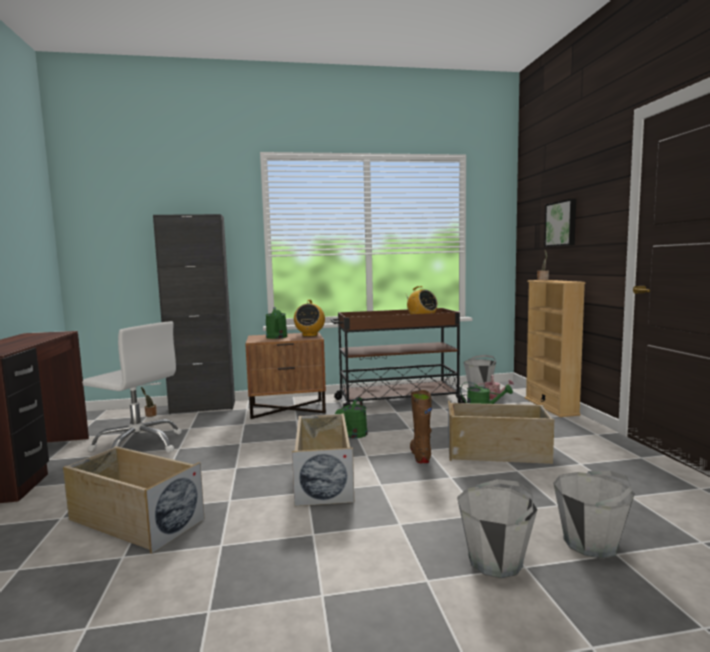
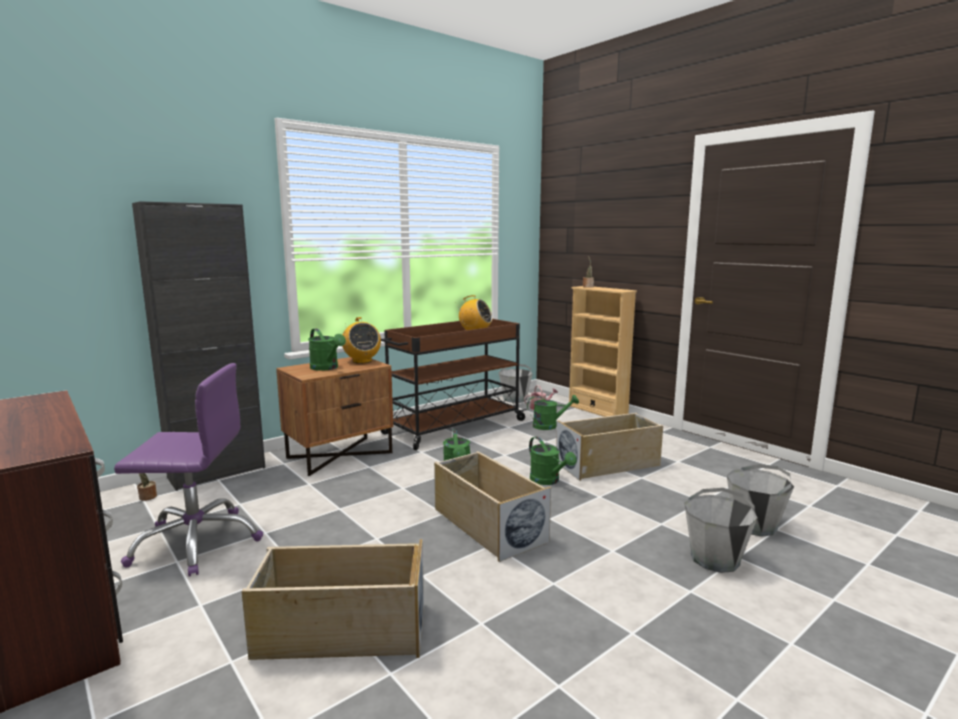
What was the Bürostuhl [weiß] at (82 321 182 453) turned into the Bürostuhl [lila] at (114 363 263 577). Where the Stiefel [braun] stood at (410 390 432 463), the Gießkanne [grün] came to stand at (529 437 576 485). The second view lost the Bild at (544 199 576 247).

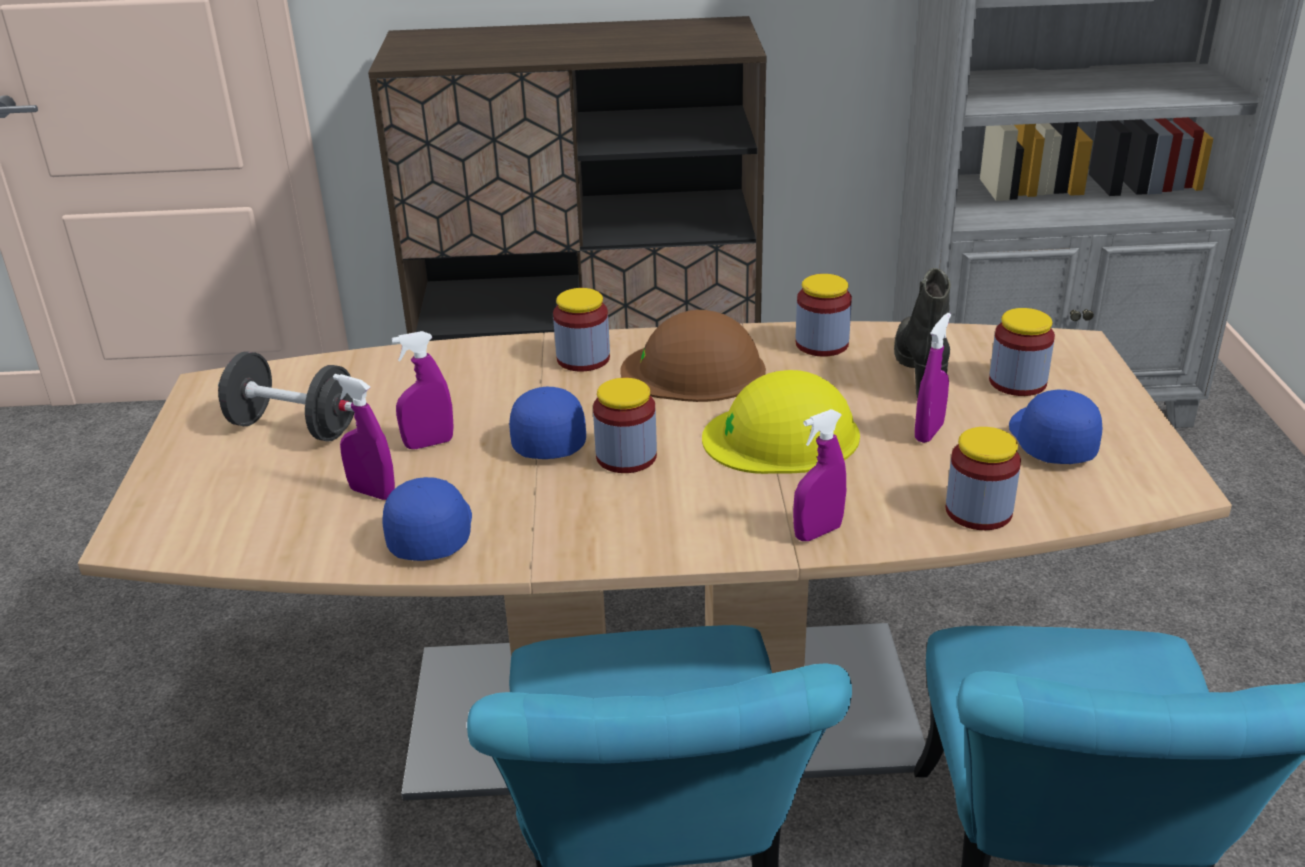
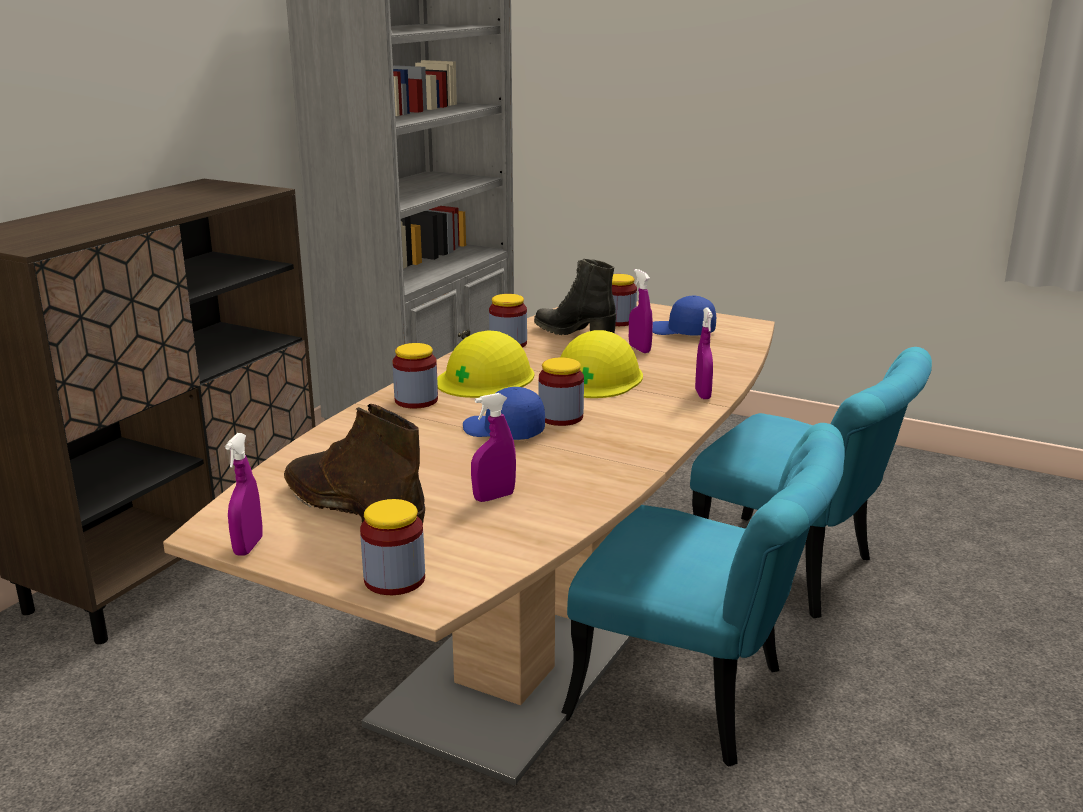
Where the Hantel [schwarz] stood at (218 352 355 442), the Stiefel [braun] came to stand at (284 404 425 523). The second view lost the Kappe [blau] at (382 477 472 561). The Sprühflasche [lila] ended up elsewhere, having gone from (392 331 453 449) to (225 433 262 556). What was the Schutzhelm [braun] at (620 310 766 402) turned into the Schutzhelm [gelb] at (437 330 534 398). The Vorratsglas ended up elsewhere, having gone from (946 427 1021 530) to (360 499 425 595).

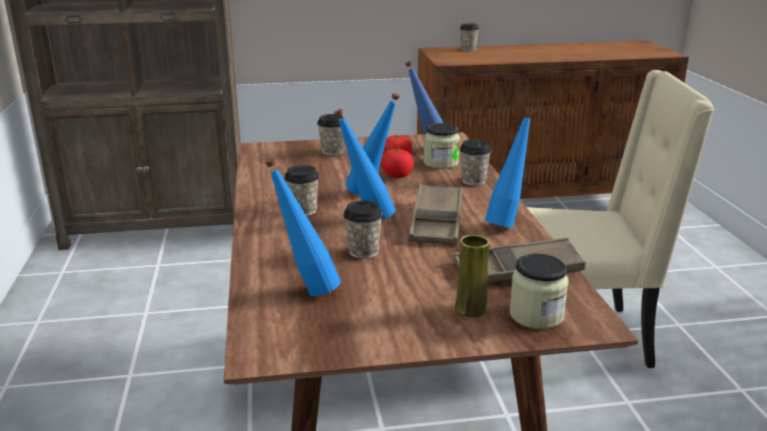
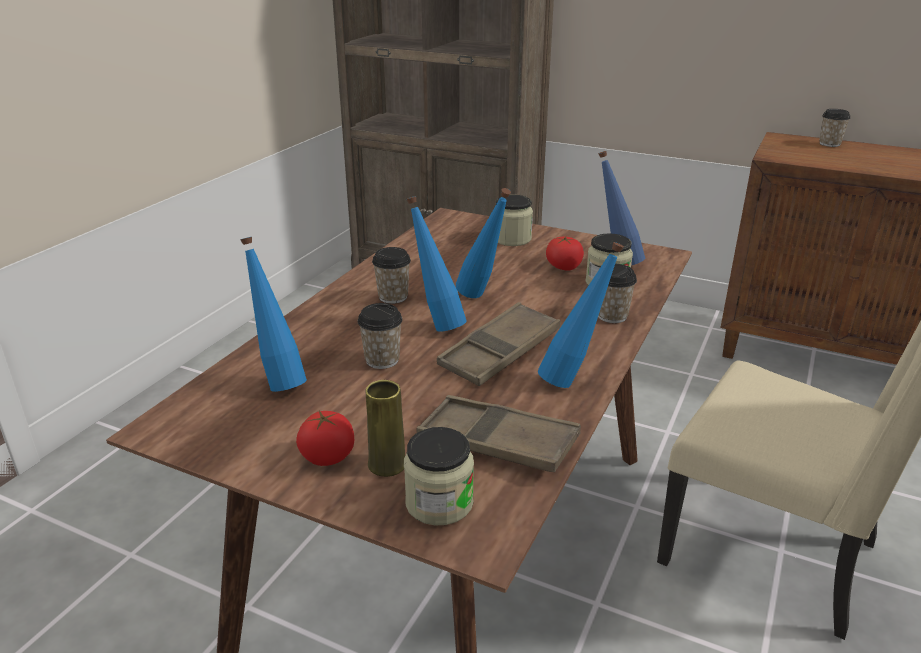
Where the Tasse stood at (317 114 344 155), the Vorratsglas came to stand at (496 195 533 246). The Tomate ended up elsewhere, having gone from (381 148 414 178) to (296 411 354 466).

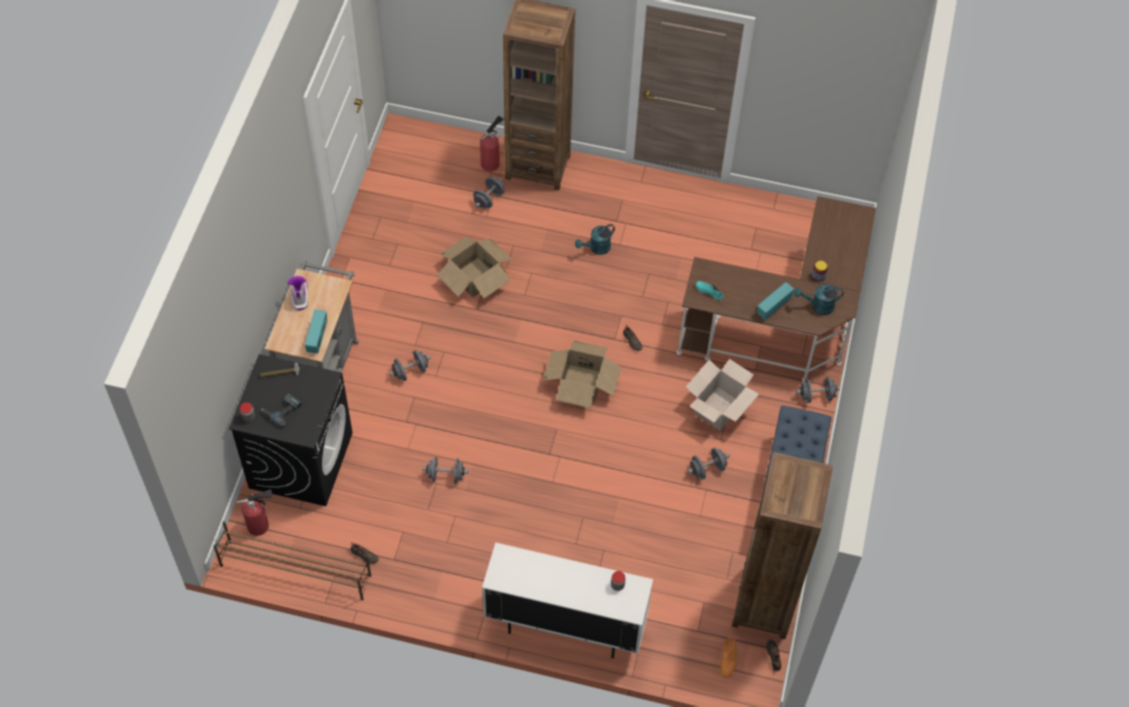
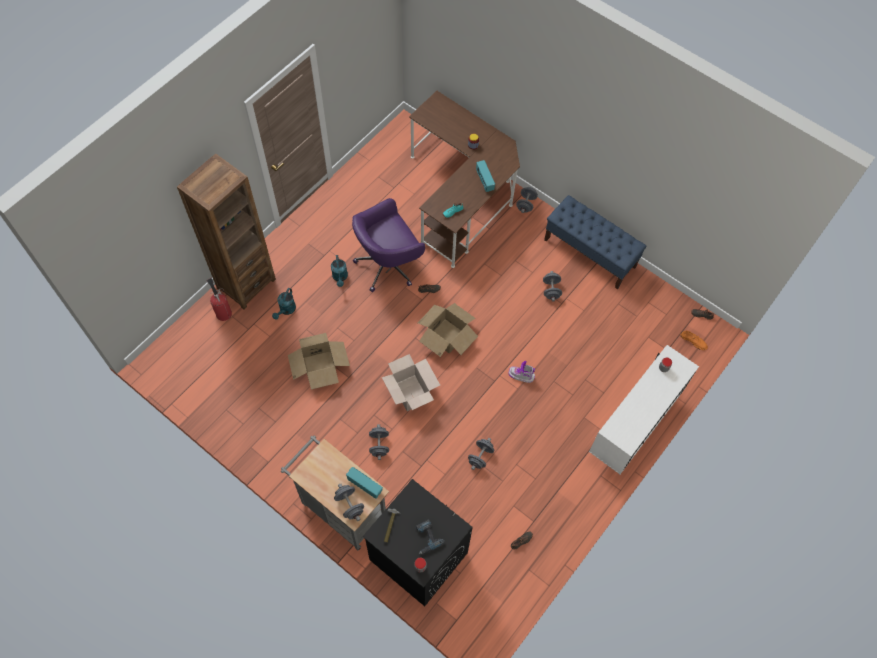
The second view lost the Schuhregal [braun] at (213 521 372 600). The second view lost the Feuerlöscher at (237 490 272 536). The Stiefel ended up elsewhere, having gone from (287 276 308 310) to (509 361 535 383). The Hantel [grau] ended up elsewhere, having gone from (473 177 504 209) to (334 484 364 521). The Karton ended up elsewhere, having gone from (686 359 759 431) to (382 354 440 411). The second view lost the Bücherregal [braun] at (732 452 833 639). The Gießkanne [türkis] ended up elsewhere, having gone from (794 284 844 315) to (272 288 296 319). The second view gained the Bürostuhl [lila] at (352 198 425 292).

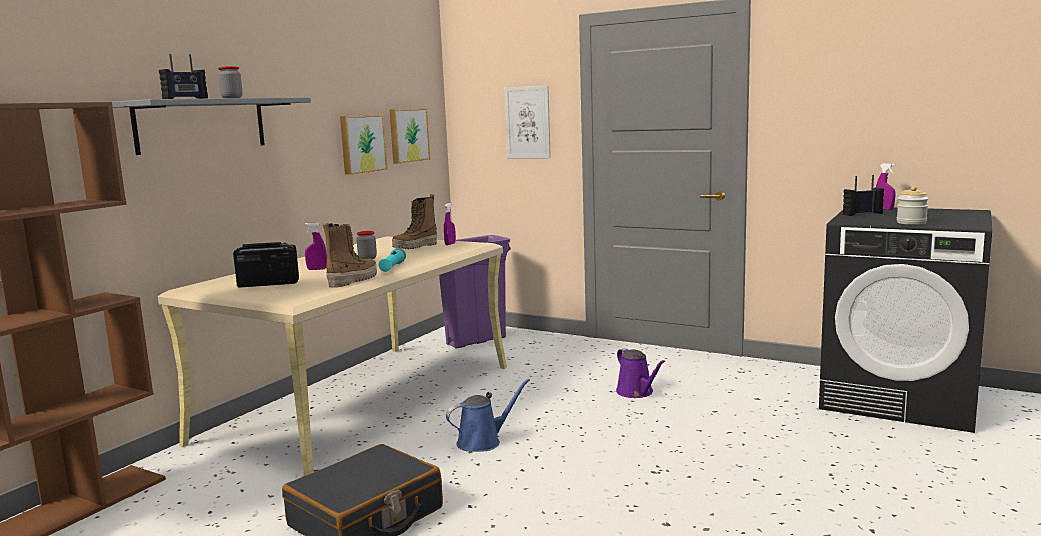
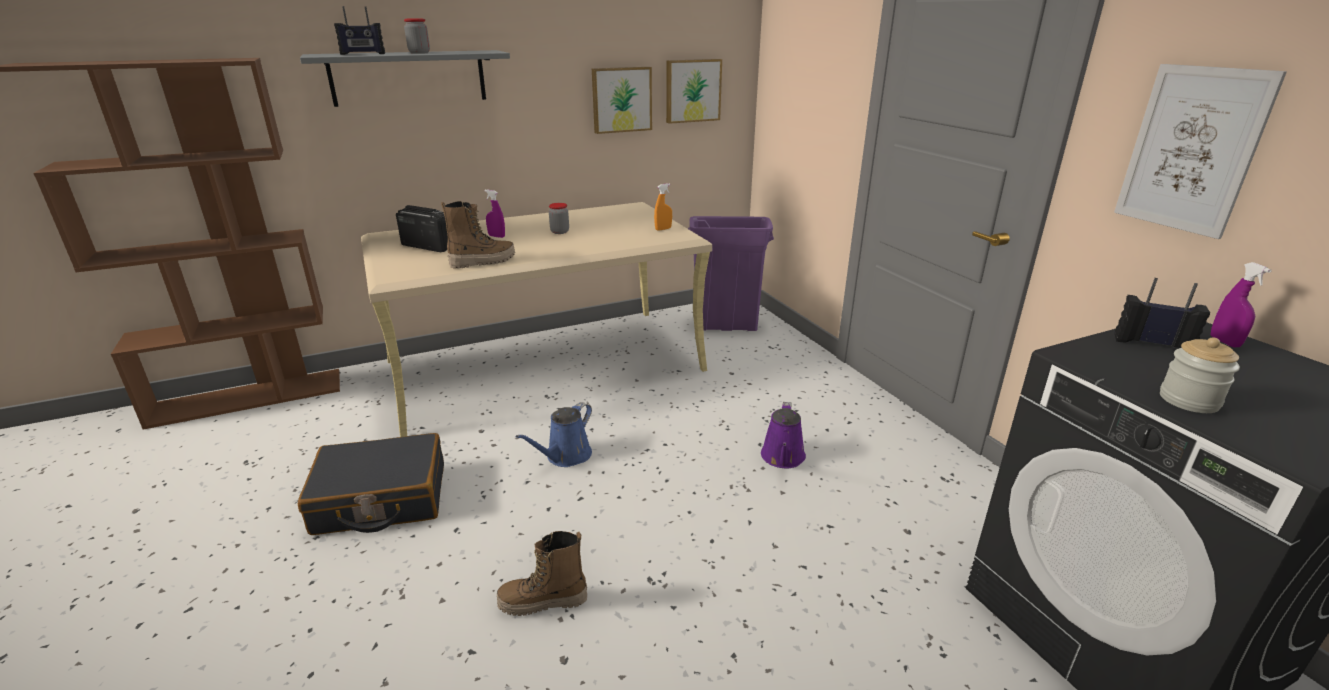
The second view lost the Taschenlampe [türkis] at (379 248 406 272). The Stiefel ended up elsewhere, having gone from (392 194 437 249) to (497 531 587 616). What was the Sprühflasche [lila] at (444 203 456 245) turned into the Sprühflasche [orange] at (654 183 672 231). The Gießkanne [blau] at (446 379 530 452) ended up facing another way, 120 degrees clockwise from before. The Bild ended up elsewhere, having gone from (505 86 551 158) to (1114 64 1287 239).

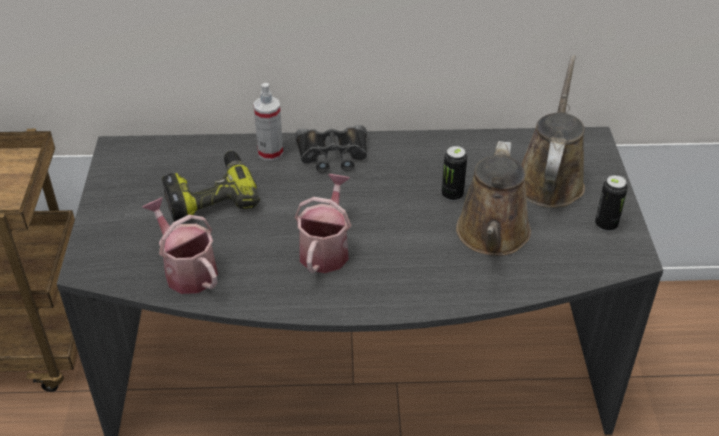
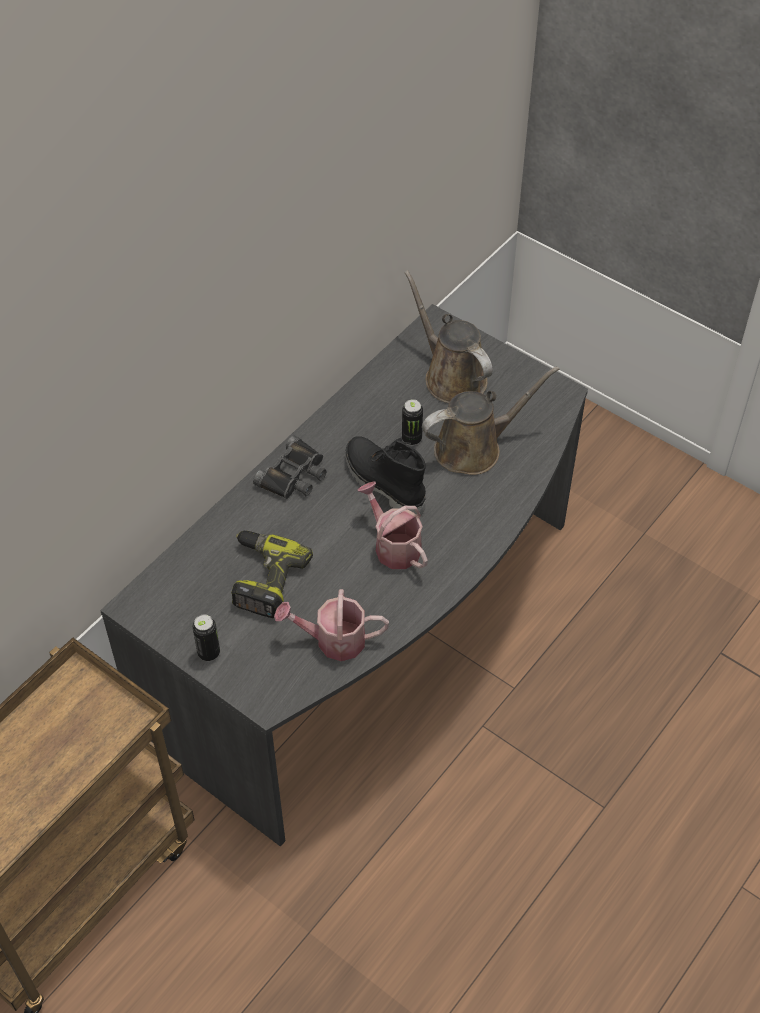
The second view lost the Sprühflasche at (253 83 283 161). The Gießkanne [braun] at (456 141 531 256) ended up facing another way, 75 degrees counterclockwise from before. The Dose ended up elsewhere, having gone from (595 175 628 232) to (192 615 220 661). The second view gained the Stiefel [schwarz] at (345 436 426 515).

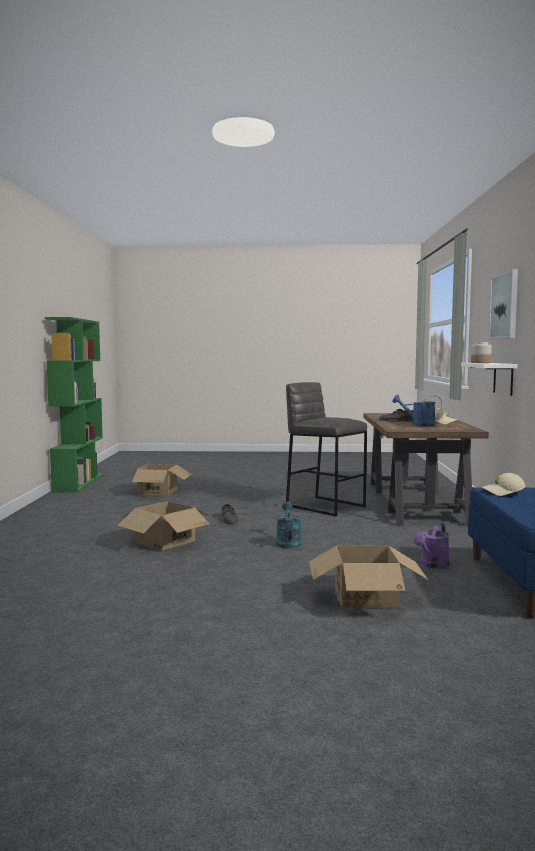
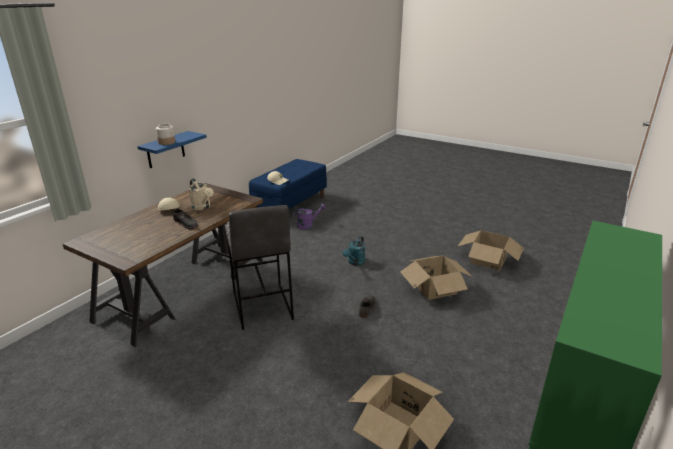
The Karton ended up elsewhere, having gone from (309 546 428 608) to (457 230 524 270). What was the Gießkanne [blau] at (393 395 442 426) turned into the Gießkanne [beige] at (188 178 214 210). What was the Wandregal [weiß] at (461 363 518 396) turned into the Wandregal [blau] at (137 131 207 168). The second view lost the Bild at (489 269 518 340).

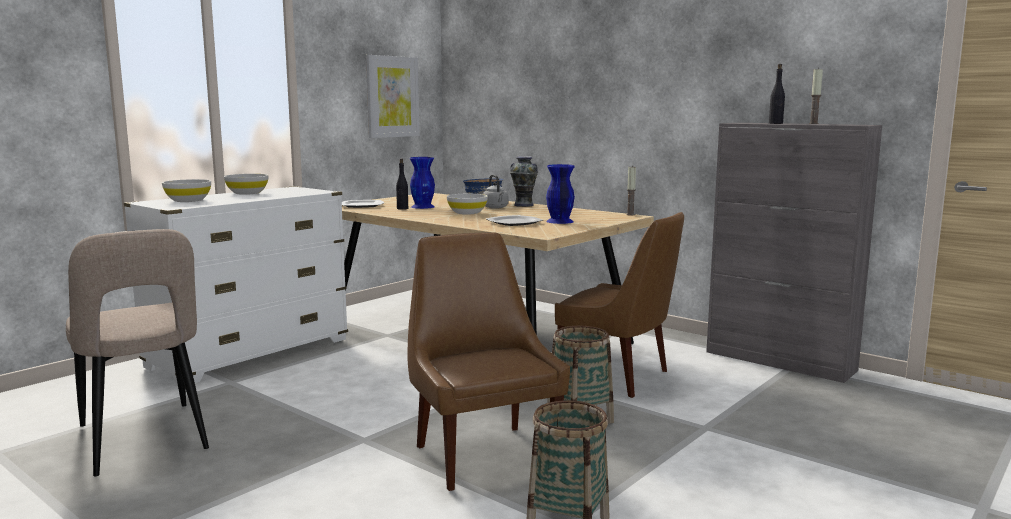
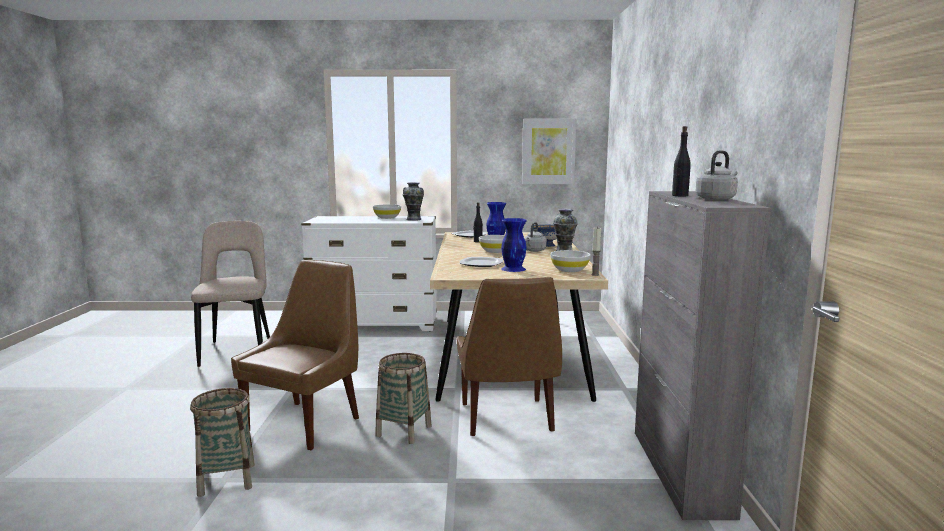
The Stuhl [beige] at (66 229 209 476) ended up facing another way, 150 degrees clockwise from before. The Schüssel [weiß] ended up elsewhere, having gone from (162 179 211 202) to (550 250 591 272). Where the Kerze stood at (809 68 823 124), the Wasserkessel [grau] came to stand at (695 150 738 200). The second view gained the Vase at (403 182 424 221).

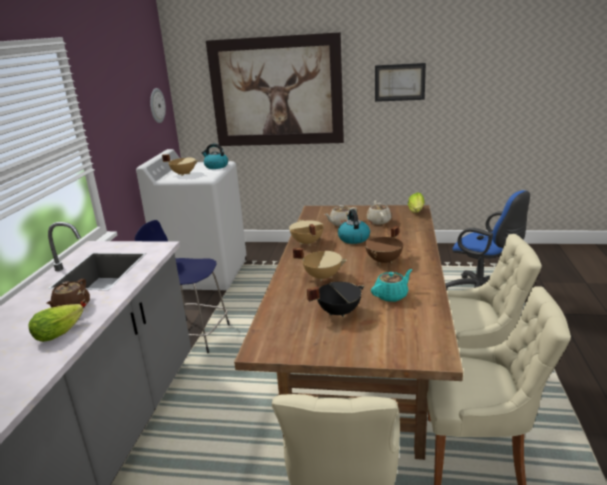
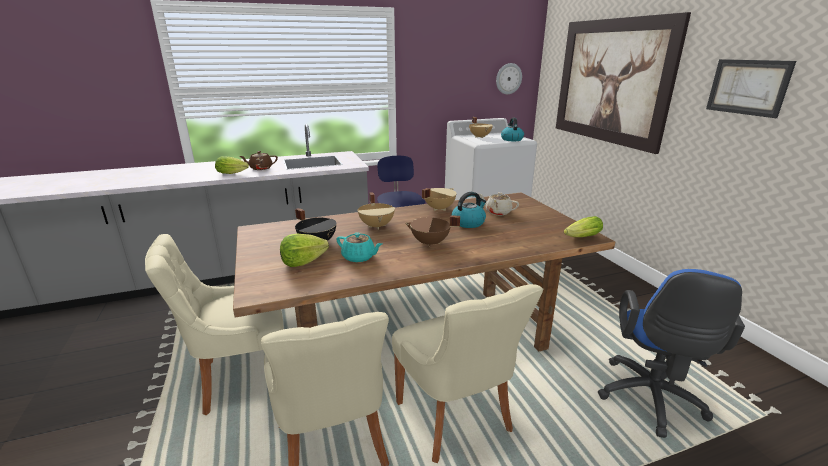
The second view lost the Teekanne [beige] at (367 201 391 225). The second view gained the Salatkopf at (280 234 329 267).

